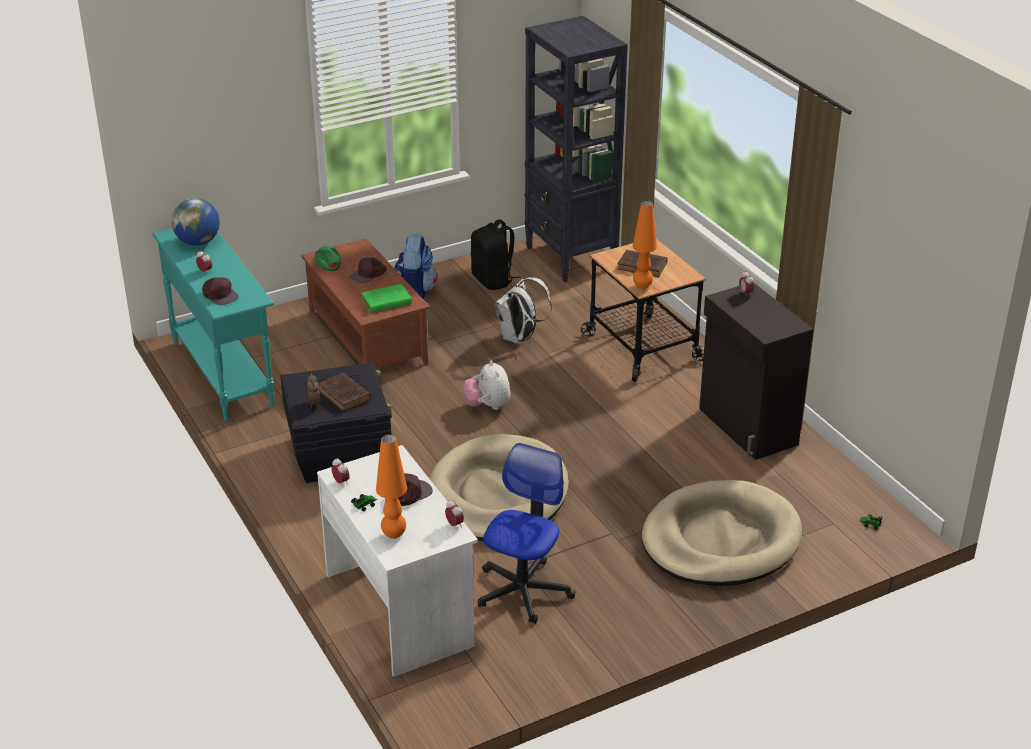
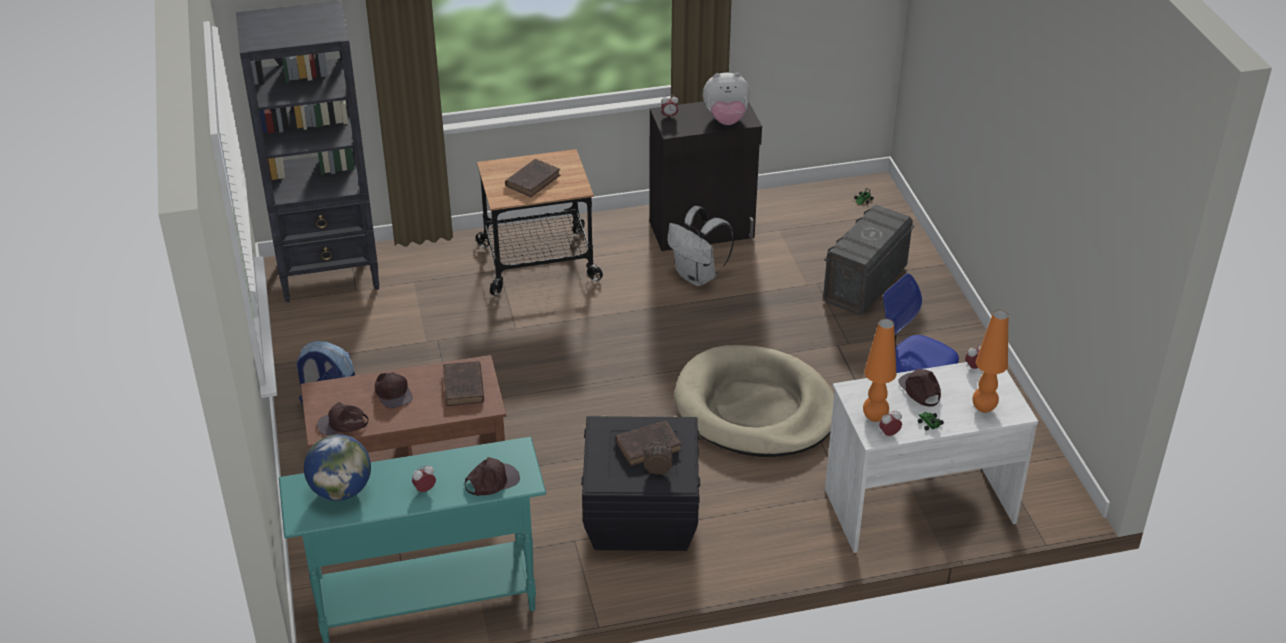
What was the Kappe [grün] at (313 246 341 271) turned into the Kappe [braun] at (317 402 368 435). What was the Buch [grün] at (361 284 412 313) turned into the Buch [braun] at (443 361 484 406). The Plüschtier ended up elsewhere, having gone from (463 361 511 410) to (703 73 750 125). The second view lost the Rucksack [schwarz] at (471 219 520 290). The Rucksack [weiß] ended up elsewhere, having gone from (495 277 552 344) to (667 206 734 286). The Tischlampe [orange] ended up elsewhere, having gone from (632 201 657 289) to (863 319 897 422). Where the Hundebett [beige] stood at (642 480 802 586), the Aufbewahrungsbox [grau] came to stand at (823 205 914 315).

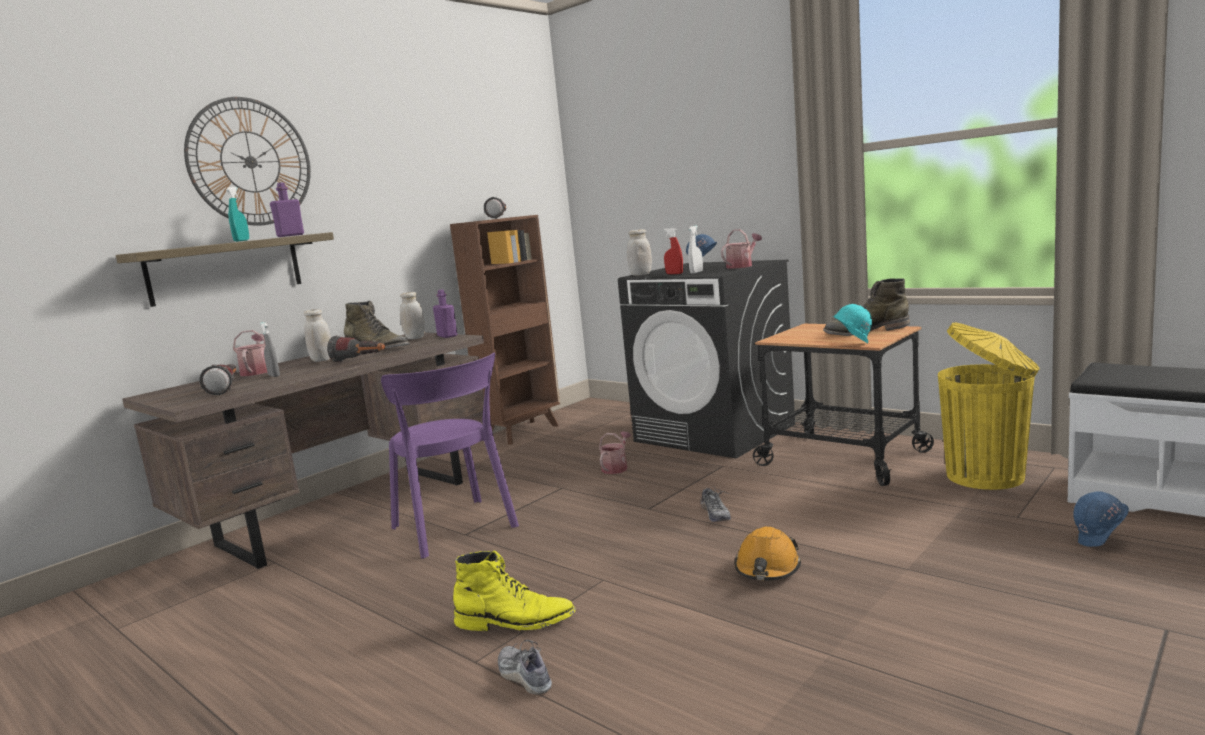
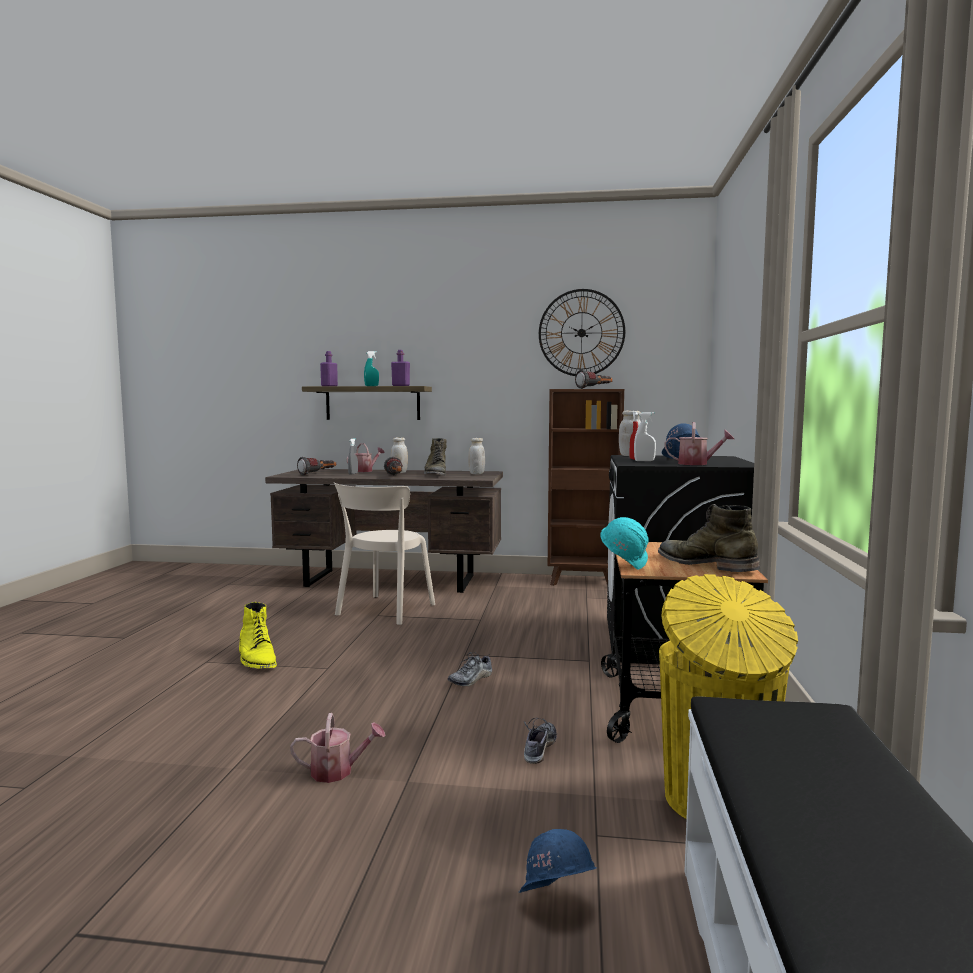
The Wanduhr ended up elsewhere, having gone from (184 97 311 226) to (539 289 625 376). What was the Stuhl [lila] at (381 352 519 559) turned into the Stuhl [beige] at (334 482 435 625). The Flasche [lila] ended up elsewhere, having gone from (433 289 457 338) to (320 351 338 386). The Schuh ended up elsewhere, having gone from (498 640 552 695) to (524 718 557 764). The Gießkanne ended up elsewhere, having gone from (599 431 631 474) to (290 713 386 783). The second view lost the Schutzhelm [orange] at (734 527 801 580).

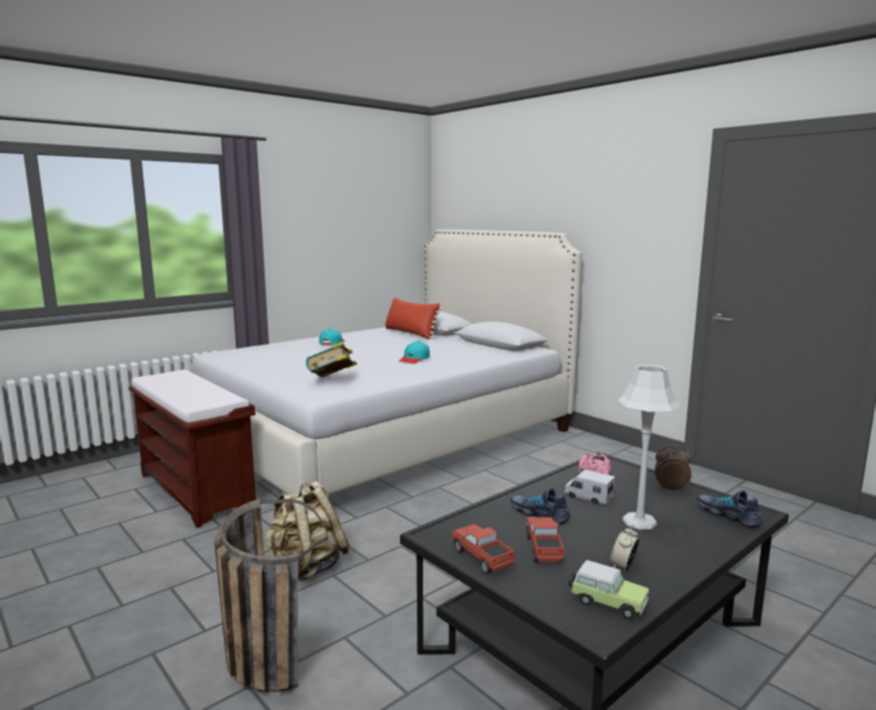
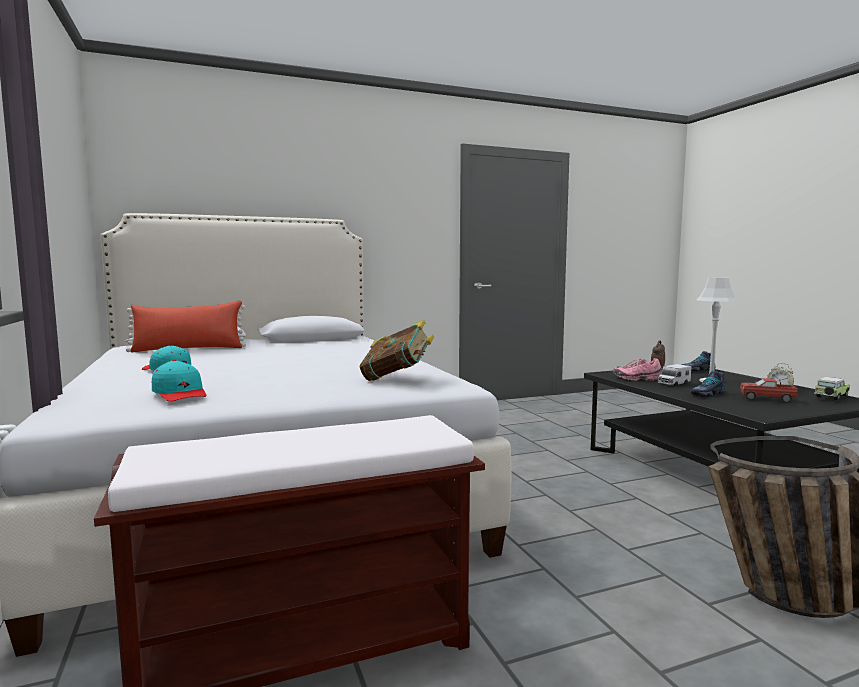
The second view lost the Rucksack [beige] at (265 481 349 581). The Kappe [türkis] ended up elsewhere, having gone from (398 341 430 364) to (152 360 207 402). The second view lost the Spielzeuglaster at (452 524 515 574).

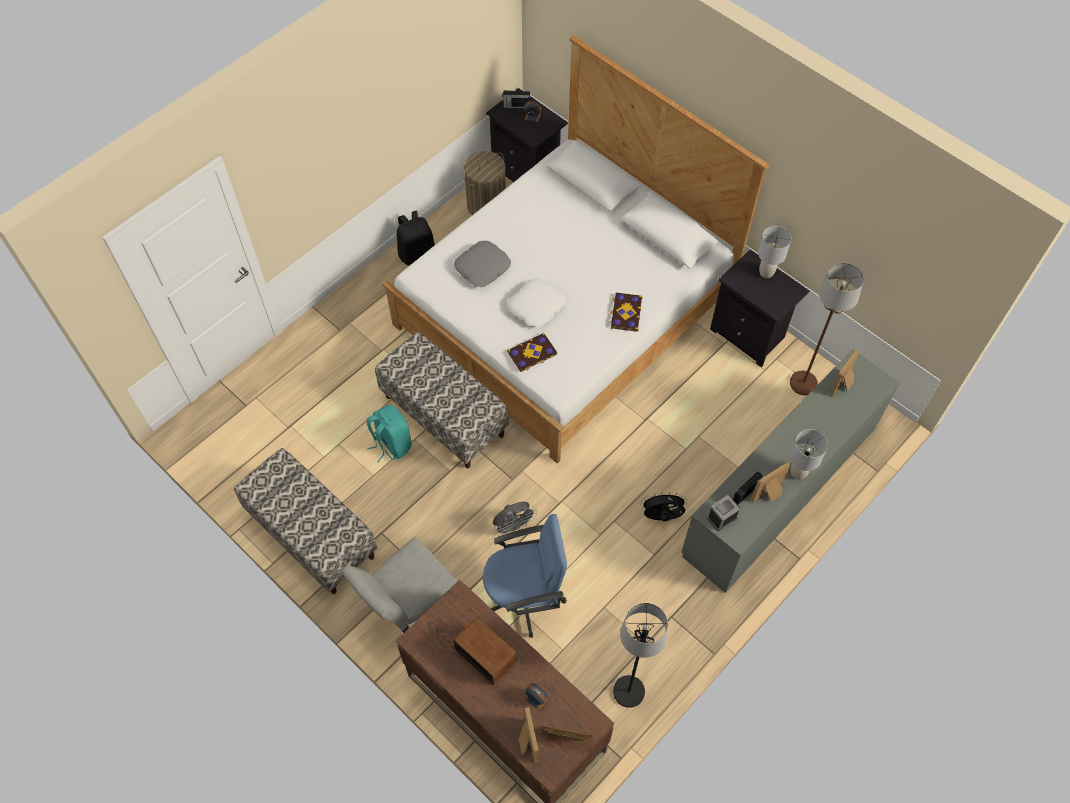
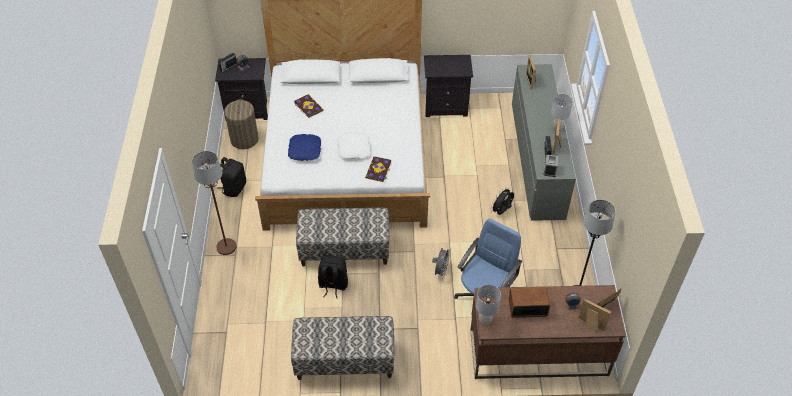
The second view lost the Stuhl [grau] at (341 537 457 633). What was the Rucksack [türkis] at (366 404 412 463) turned into the Rucksack [schwarz] at (318 255 348 299). What was the Kissen [grau] at (454 241 511 287) turned into the Kissen [blau] at (288 134 321 161). The Buch ended up elsewhere, having gone from (610 293 643 332) to (294 94 323 118). The Tischlampe [grau] ended up elsewhere, having gone from (758 226 791 278) to (476 284 501 325). The Stehlampe [braun] ended up elsewhere, having gone from (790 263 864 395) to (192 151 236 255).

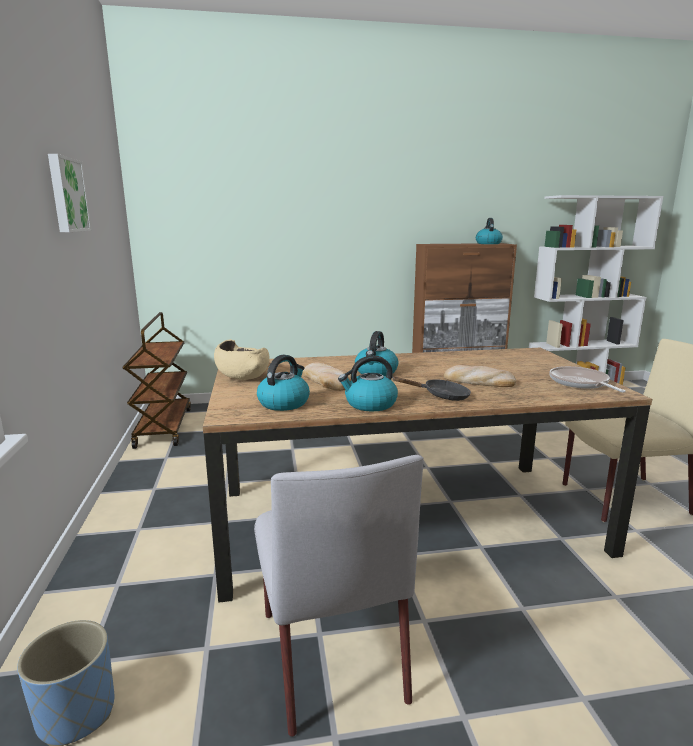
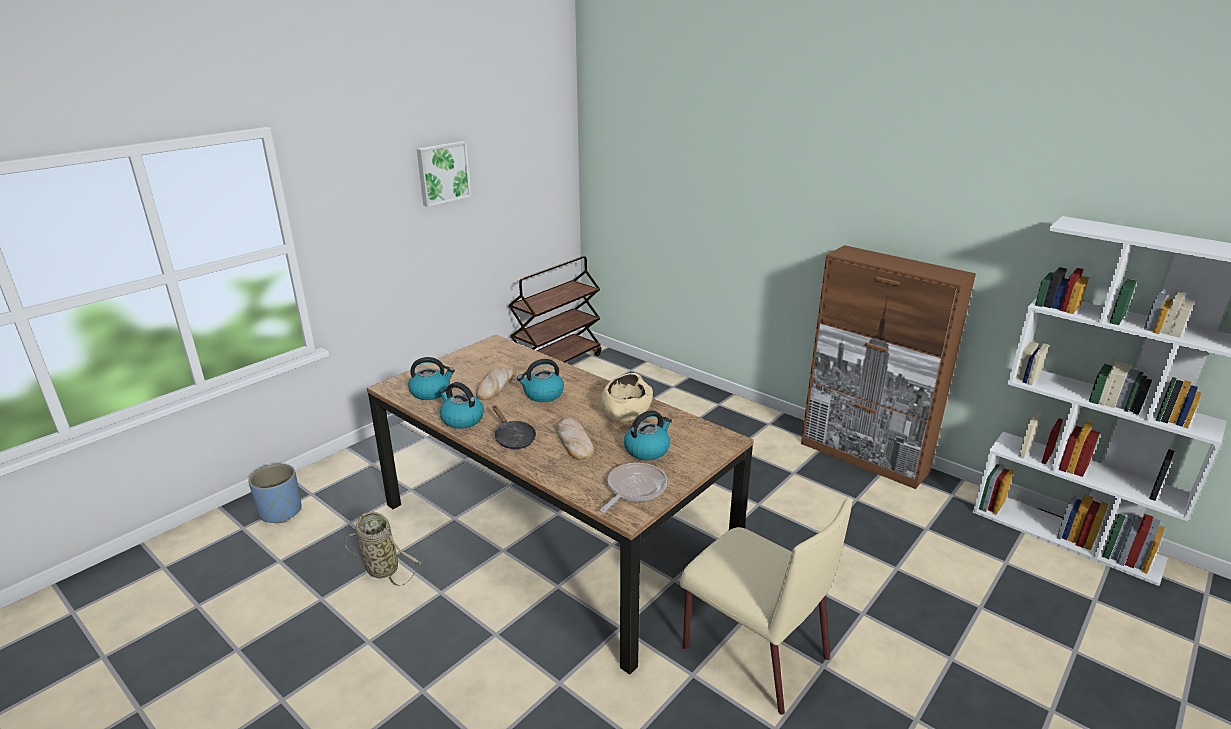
The Schüssel [beige] ended up elsewhere, having gone from (214 339 269 380) to (601 373 653 422). Where the Stuhl [grau] stood at (254 455 424 736), the Korb came to stand at (345 511 421 586). The Wasserkessel ended up elsewhere, having gone from (476 218 503 244) to (624 410 672 460).

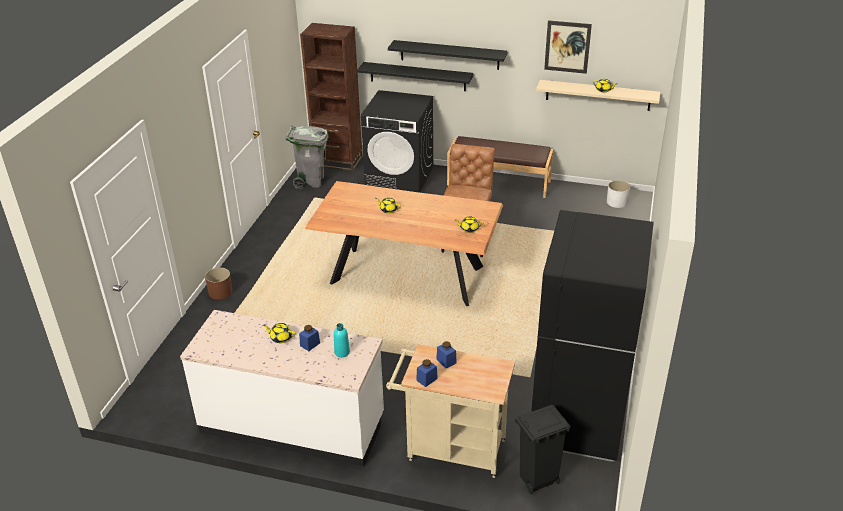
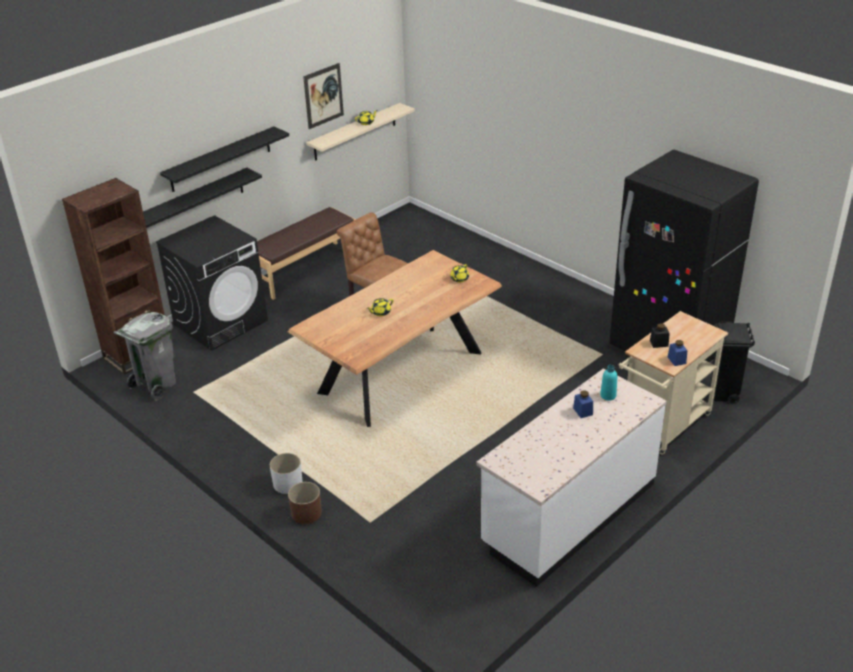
The second view lost the Teekanne [gelb] at (263 323 296 343). What was the Vorratsglas [blau] at (436 341 457 369) turned into the Vorratsglas [schwarz] at (650 323 670 348). The Pflanzkübel [weiß] ended up elsewhere, having gone from (607 180 630 208) to (270 453 303 494).

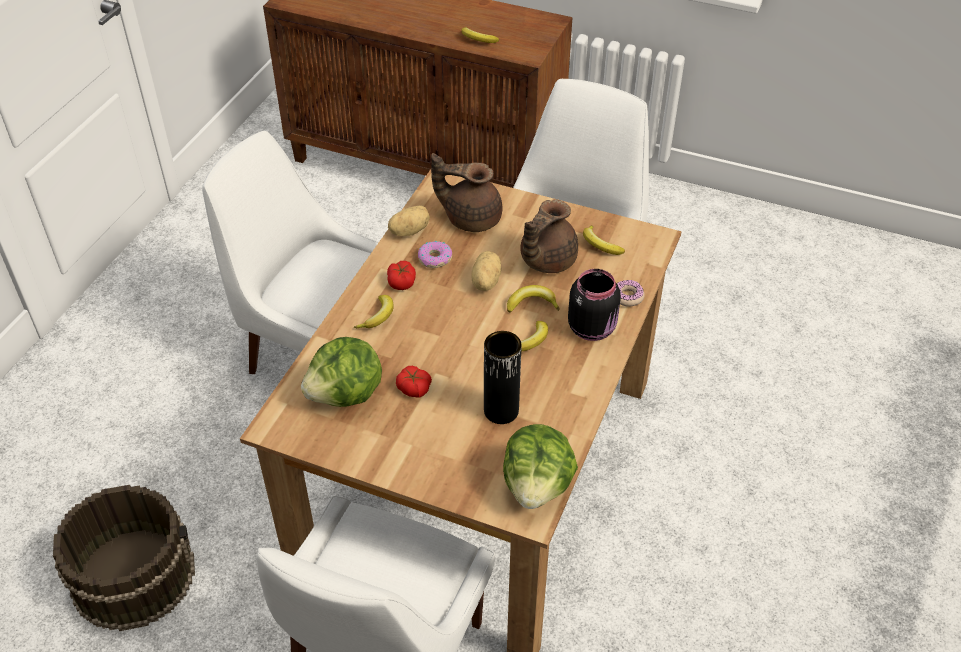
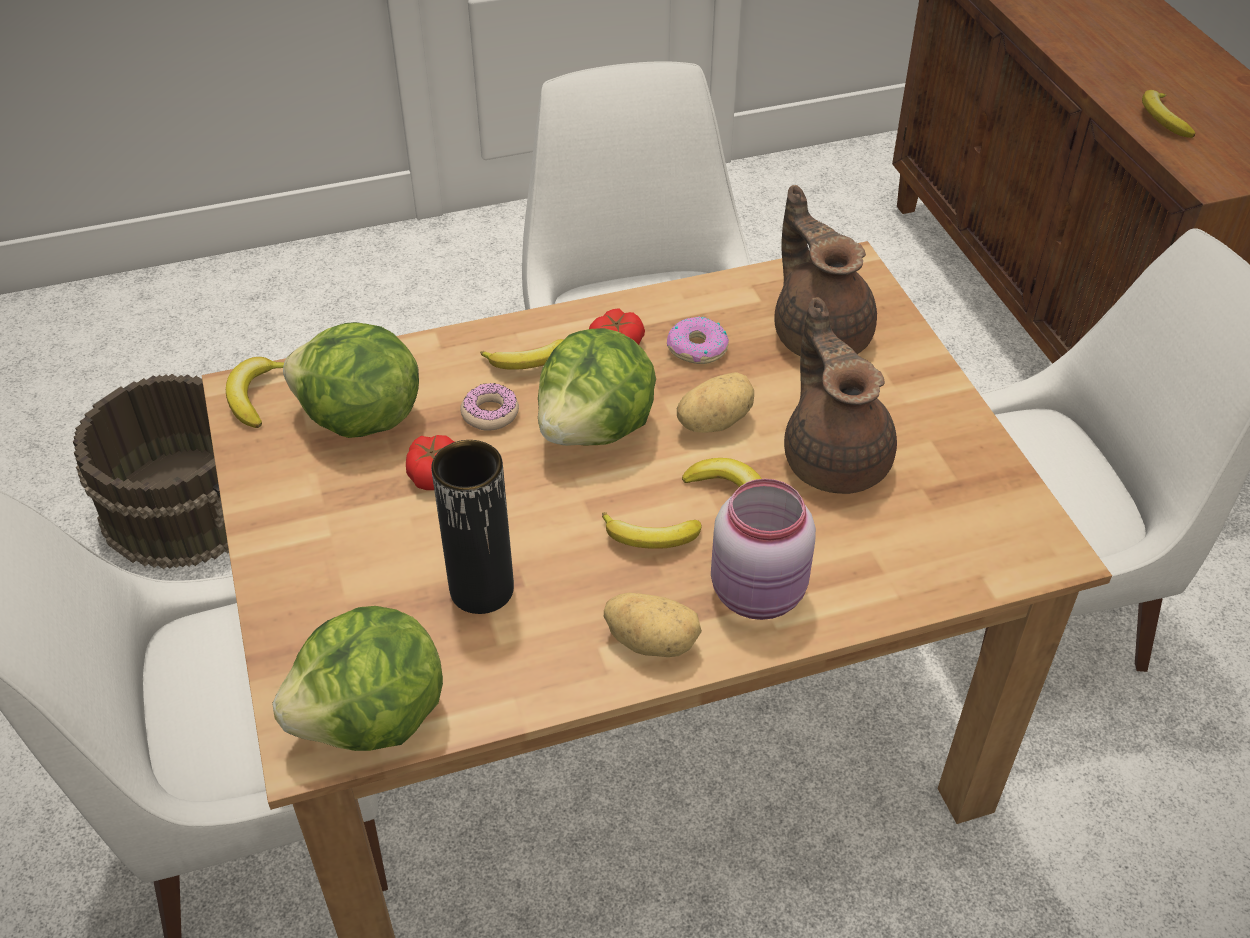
The Kartoffel ended up elsewhere, having gone from (388 205 430 236) to (604 593 702 657). The Teekanne [braun] at (520 199 578 273) ended up facing another way, 75 degrees clockwise from before. What was the Vorratsglas [schwarz] at (568 269 621 341) turned into the Vorratsglas [rosa] at (711 479 816 620). The Banane ended up elsewhere, having gone from (583 225 625 255) to (226 357 284 428). The Donut ended up elsewhere, having gone from (617 280 645 307) to (460 383 519 431). The second view gained the Salatkopf at (538 328 656 446).

